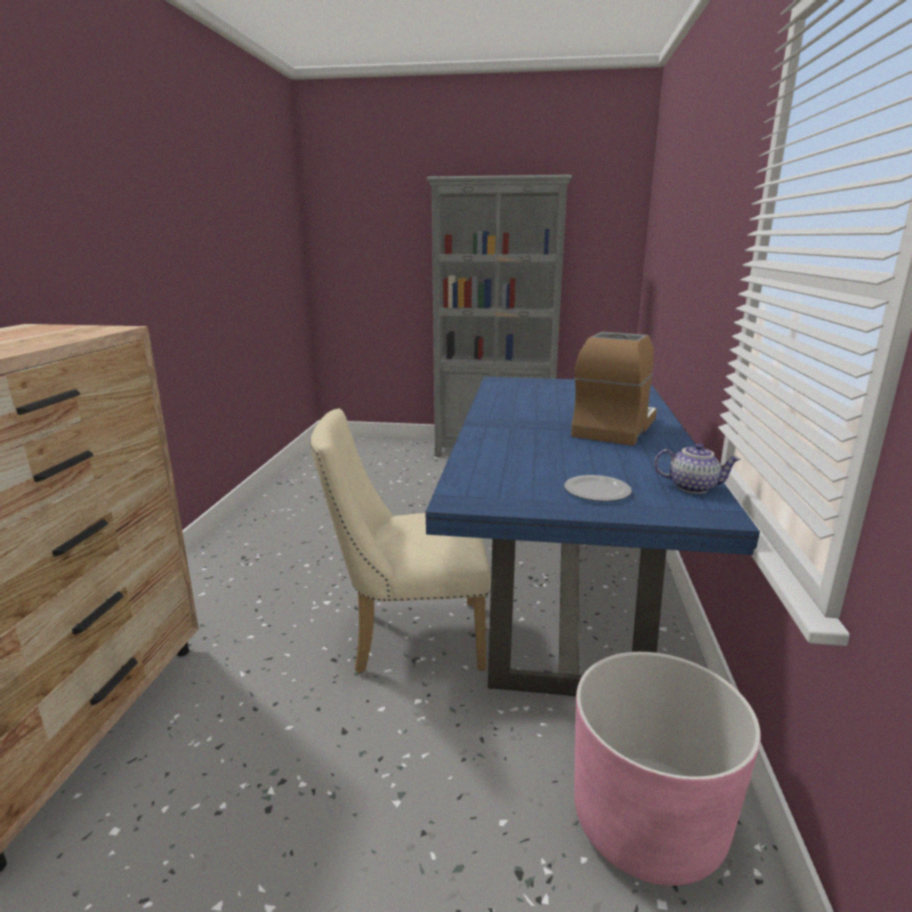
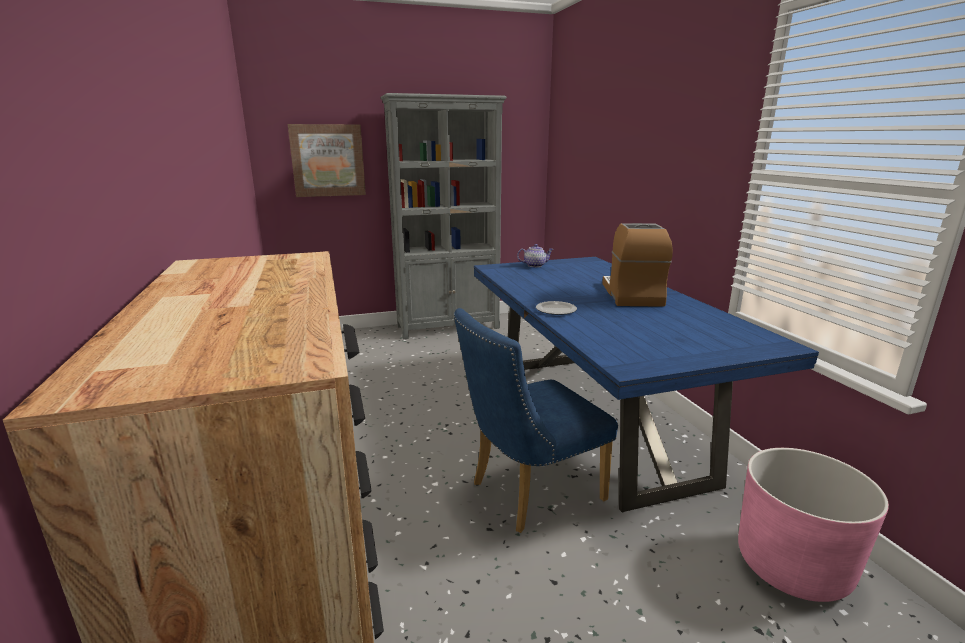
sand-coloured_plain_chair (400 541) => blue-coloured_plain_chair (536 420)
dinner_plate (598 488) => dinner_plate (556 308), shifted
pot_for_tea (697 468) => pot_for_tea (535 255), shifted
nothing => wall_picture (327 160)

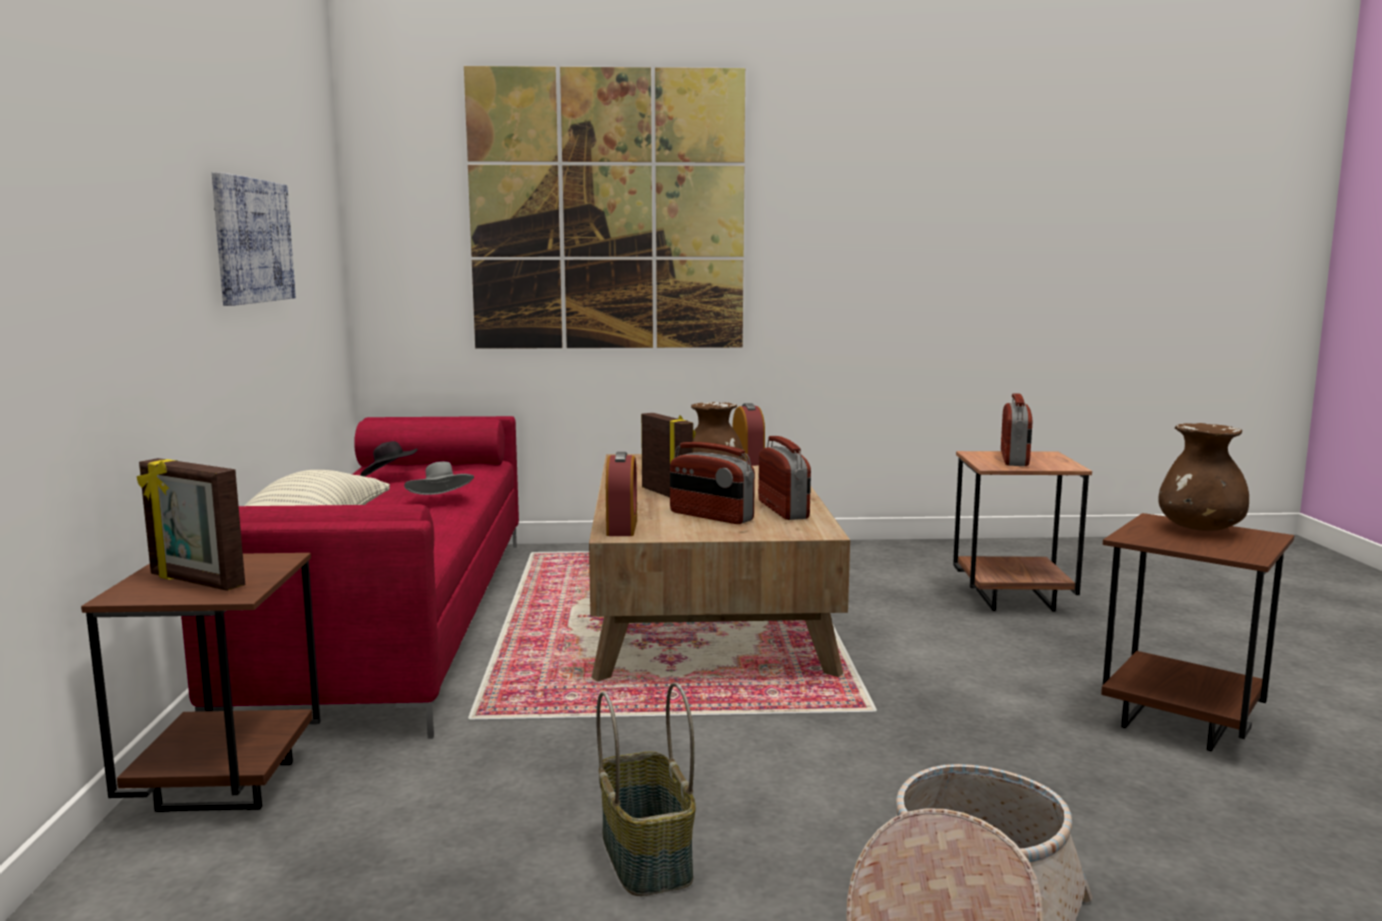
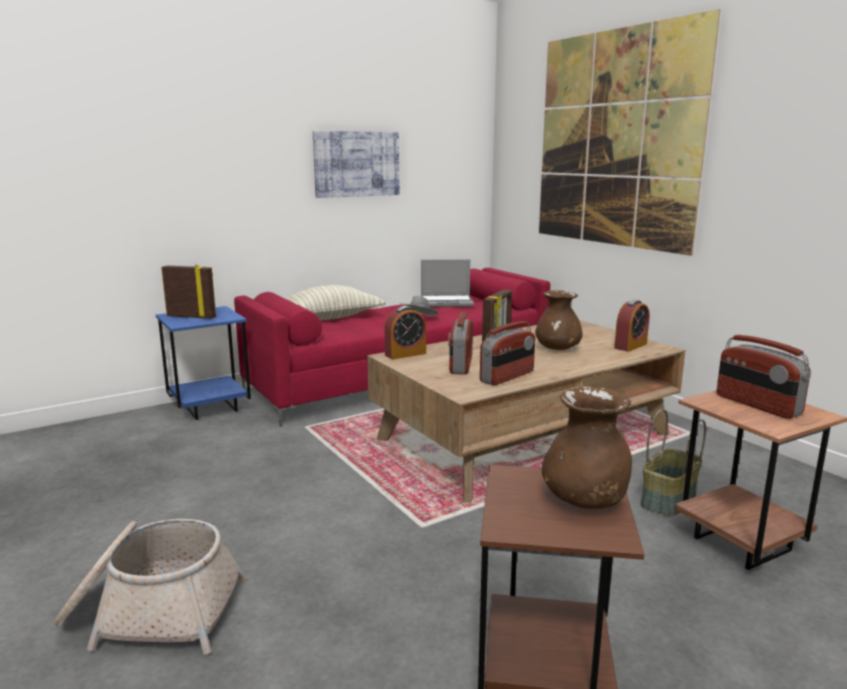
brown_end_table (201 682) => blue-coloured_end_table (203 363)
picture_frame (191 524) => picture_frame (188 291), 105 degrees clockwise
black_wearable_hat (389 459) => notebook_computer (447 283)
household_basket (646 789) => household_basket (673 463), shifted
radio_receiver (1016 429) => radio_receiver (764 377), 75 degrees clockwise

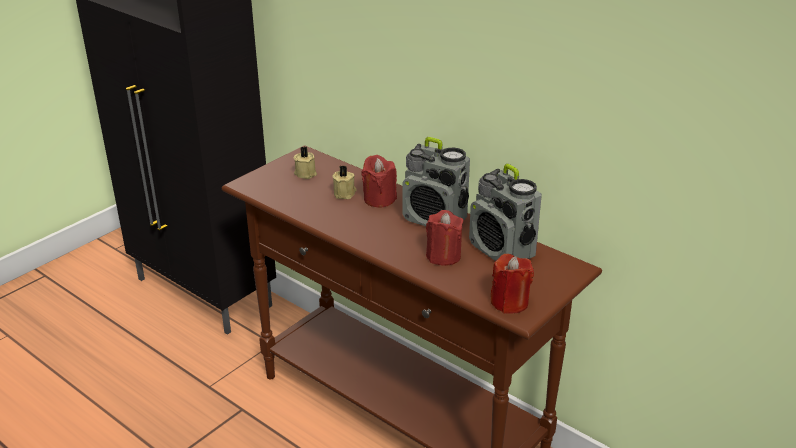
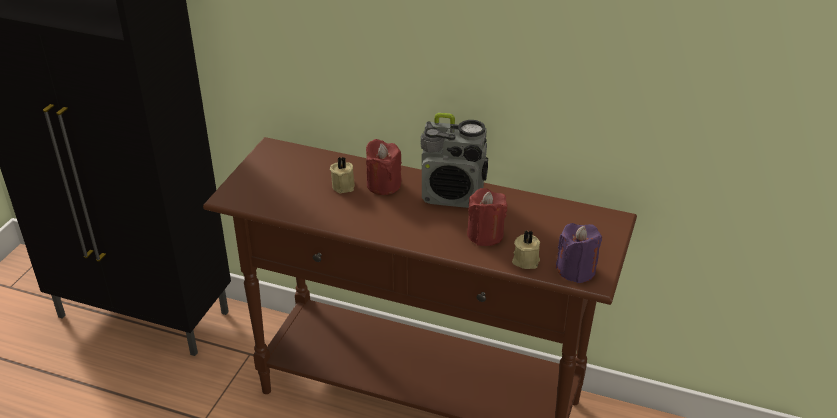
sand-coloured_wax_candle (305 163) => sand-coloured_wax_candle (526 250), shifted
radio_receiver (505 212) => nothing
red_wax_candle (512 284) => purplish_wax_candle (579 253)

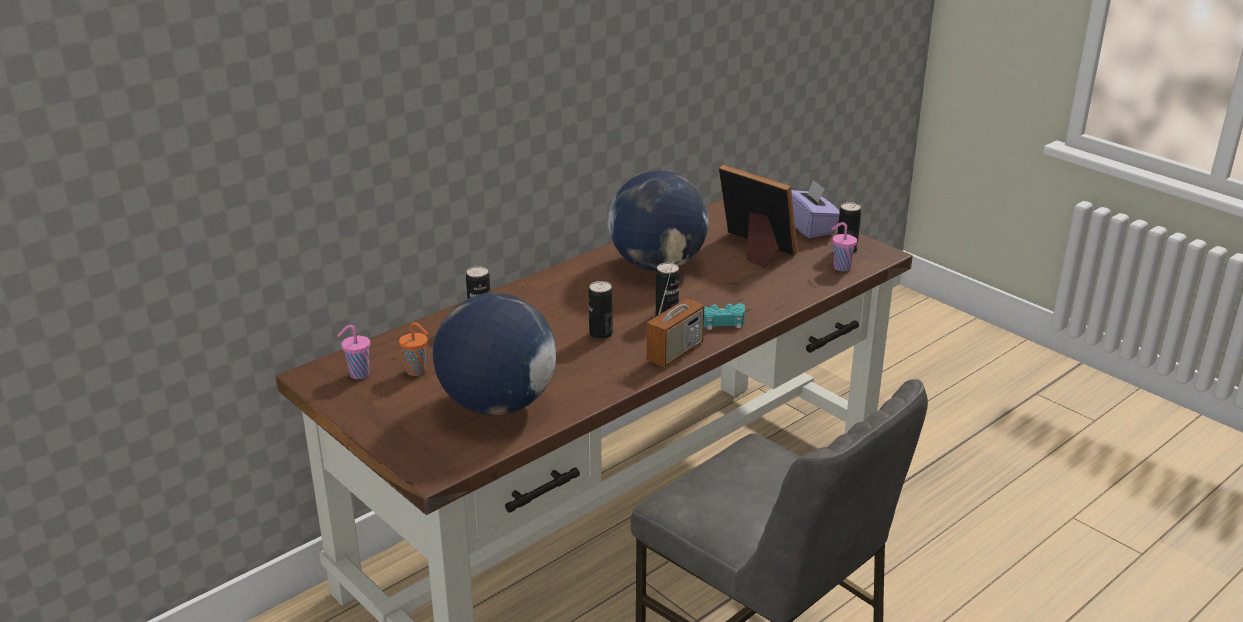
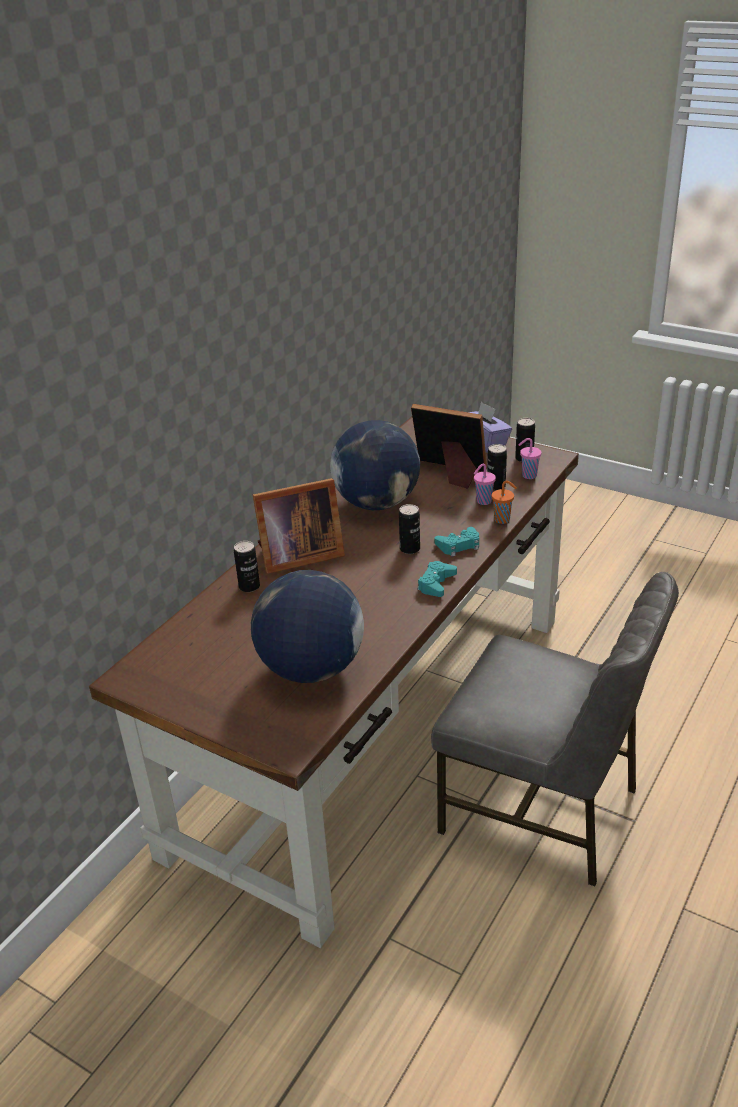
pink_cup (353 352) => pink_cup (485 484), shifted
orange_cup (413 349) => orange_cup (504 502), shifted
sealed_can (601 310) => sealed_can (497 467), shifted
radio_receiver (675 314) => turquoise-coloured_game_controller (437 579)
nothing => picture_frame (299 526)

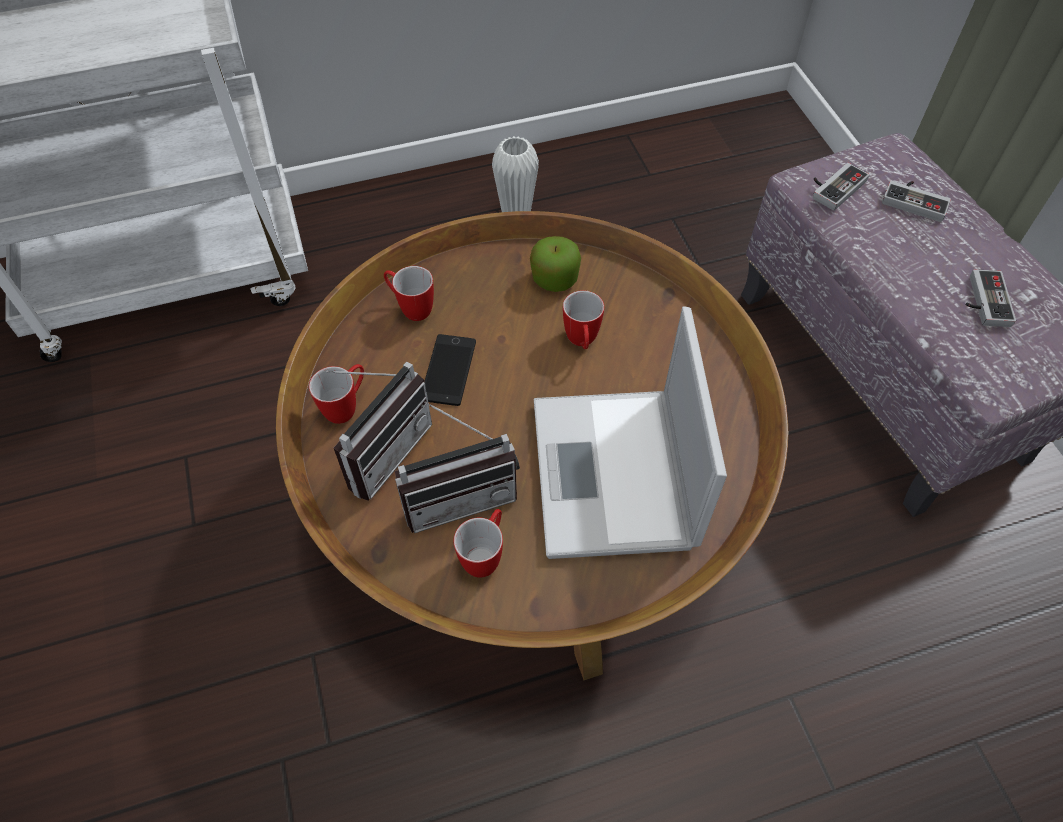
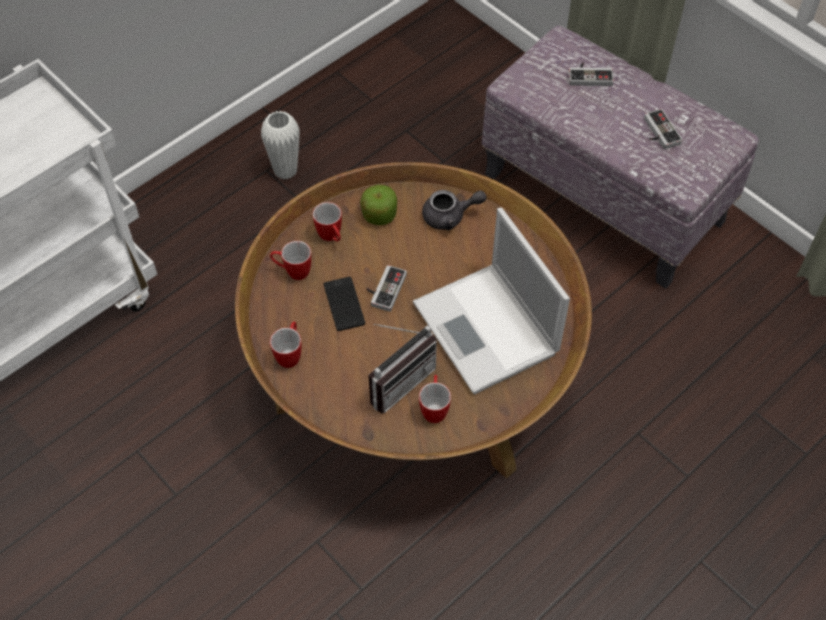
radio_receiver (379 431) => nothing
tea_mug (583 319) => tea_mug (327 222), shifted
game_controller (841 187) => game_controller (387 288), shifted
nothing => grey_pot_for_tea (454 210)

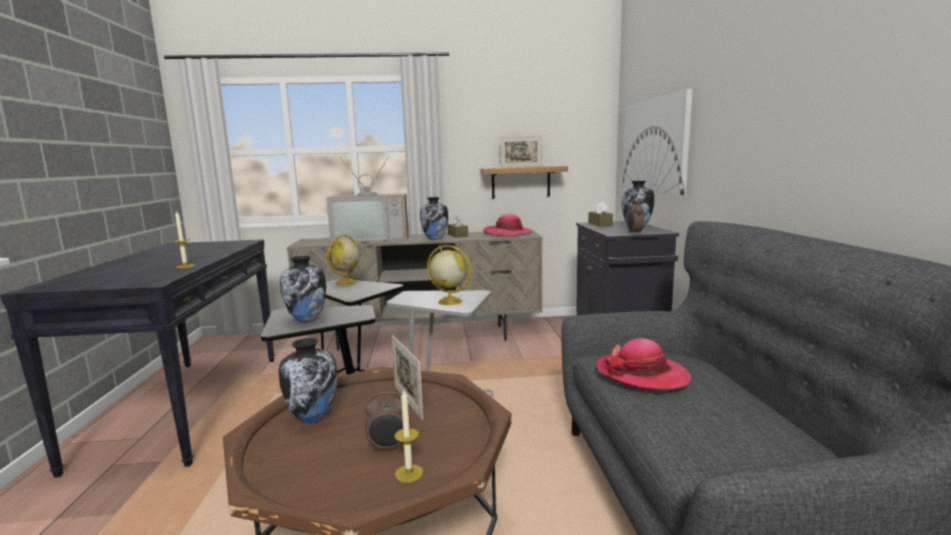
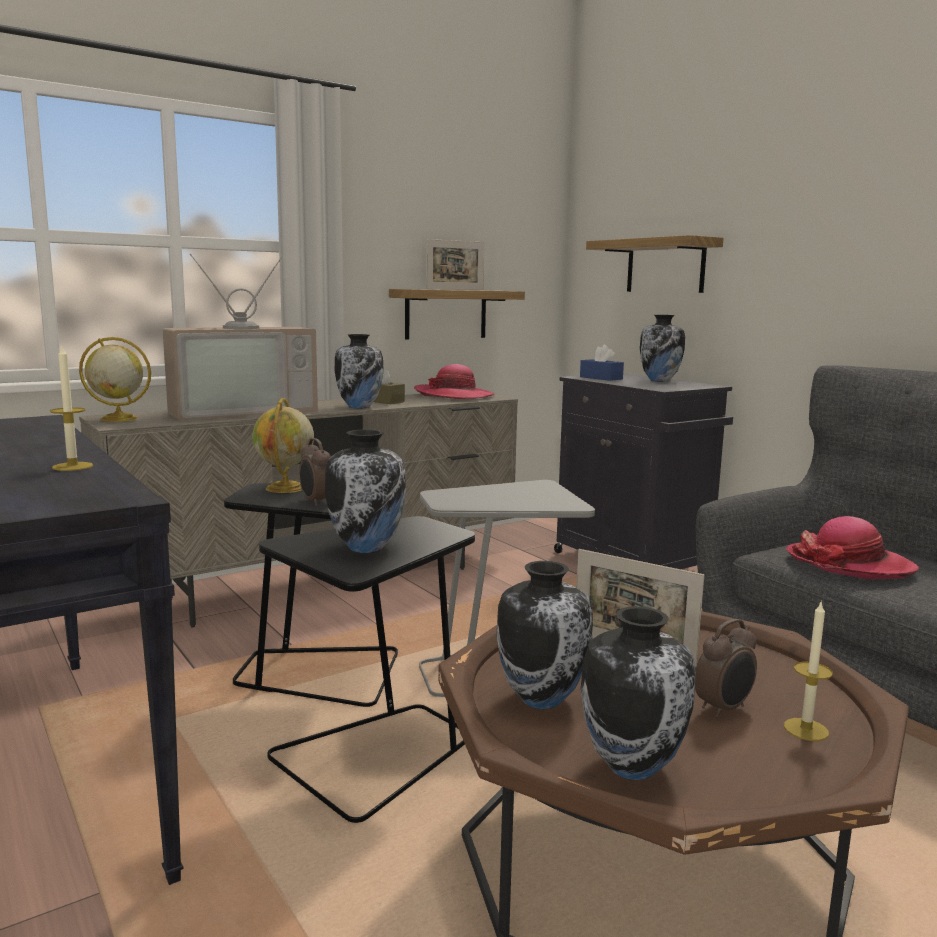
globe (449 275) => globe (115 379), shifted
brown_tissue_holder (600 214) => blue-coloured_tissue_holder (602 363)
wall_picture (658 142) => shelf (655 264)
table_clock (635 217) => table_clock (315 472), shifted
nothing => decorative_vase (638 693)

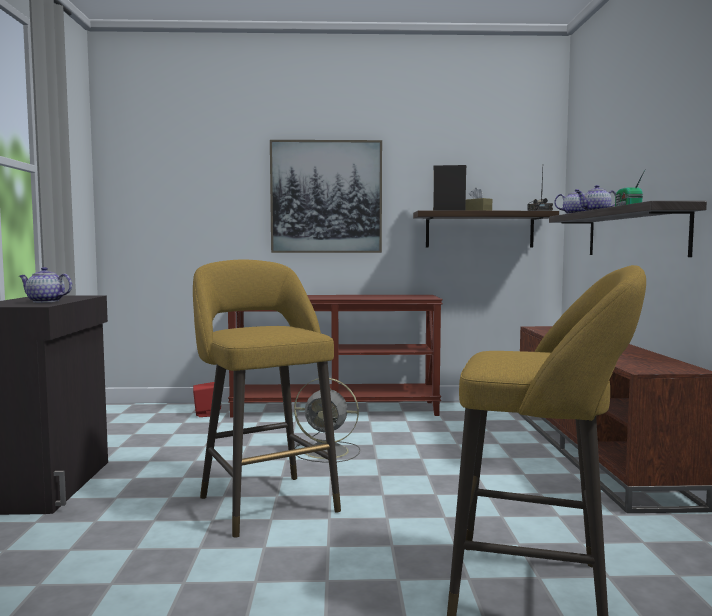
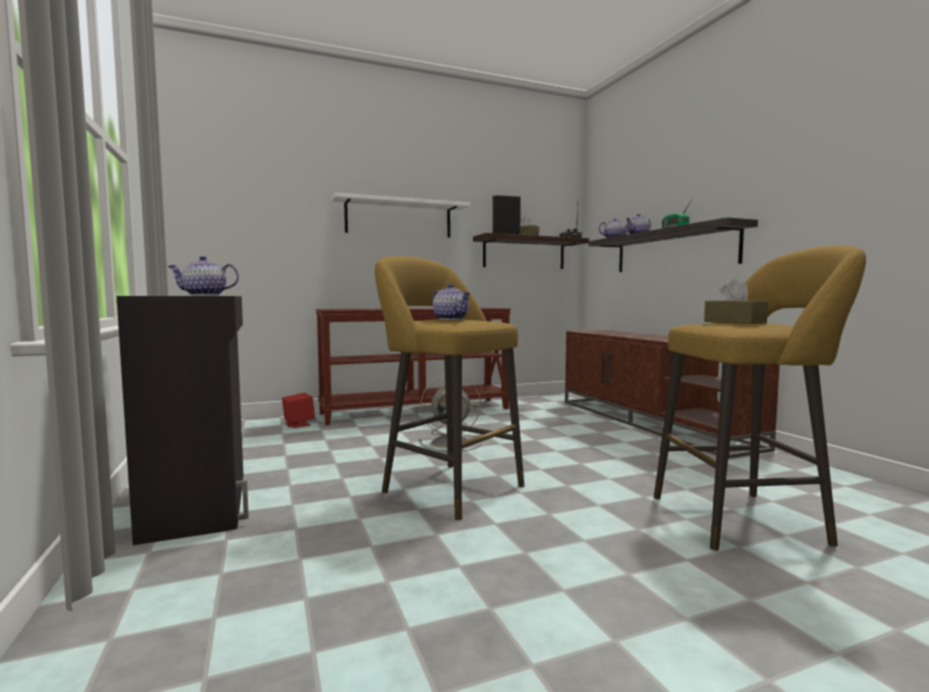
wall_picture (326 196) => white_shelf (400 215)
nothing => pot_for_tea (451 302)
nothing => brown_tissue_holder (736 301)

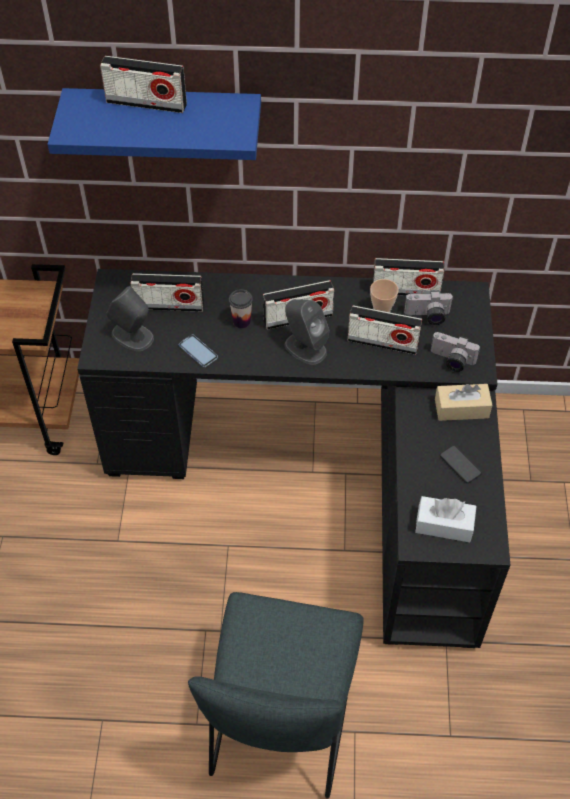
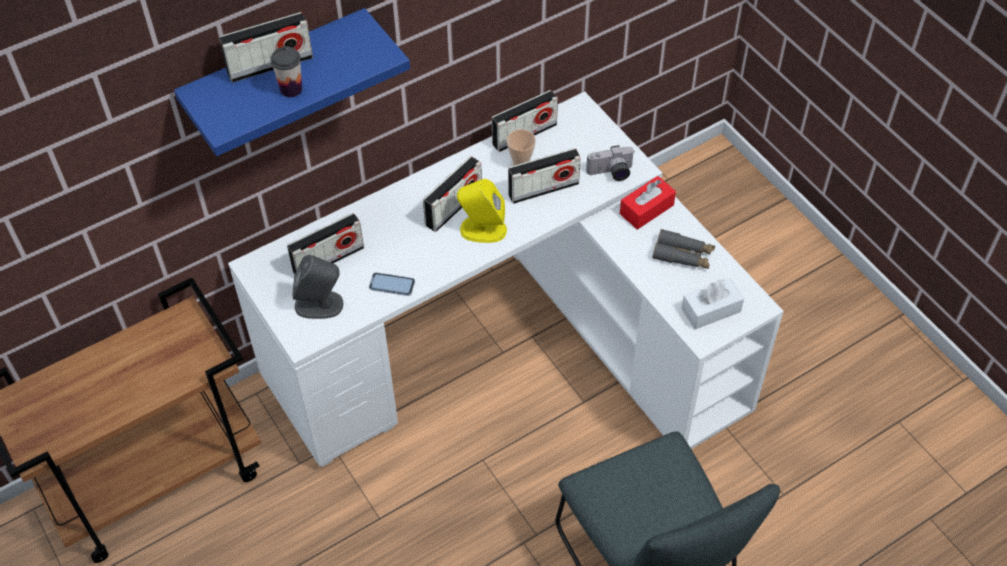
black_desk (293 458) => white_desk (506 279)
cup (241 308) => cup (286 71), shifted
grey_loudspeaker (307 332) => yellow_loudspeaker (482 211)
photo_camera (428 307) => nothing
sand-coloured_tissue_holder (463 402) => red_tissue_holder (648 203)
telephone (461 464) => grey_field_glasses (684 249)

